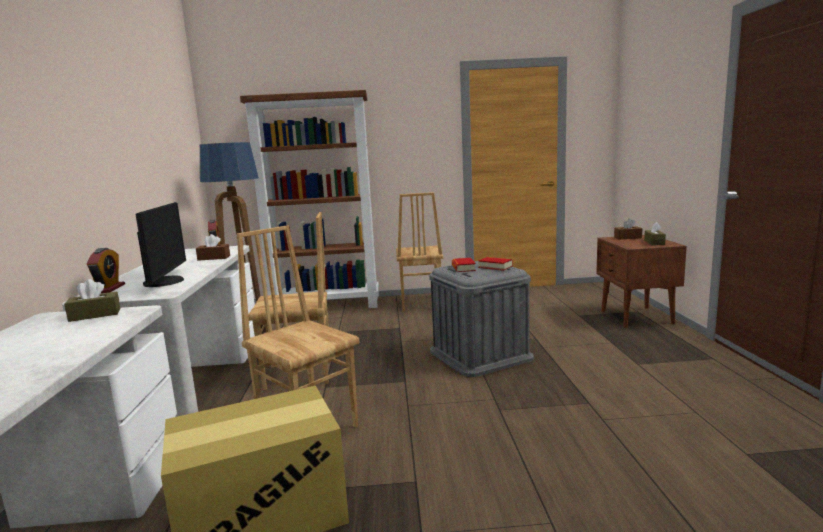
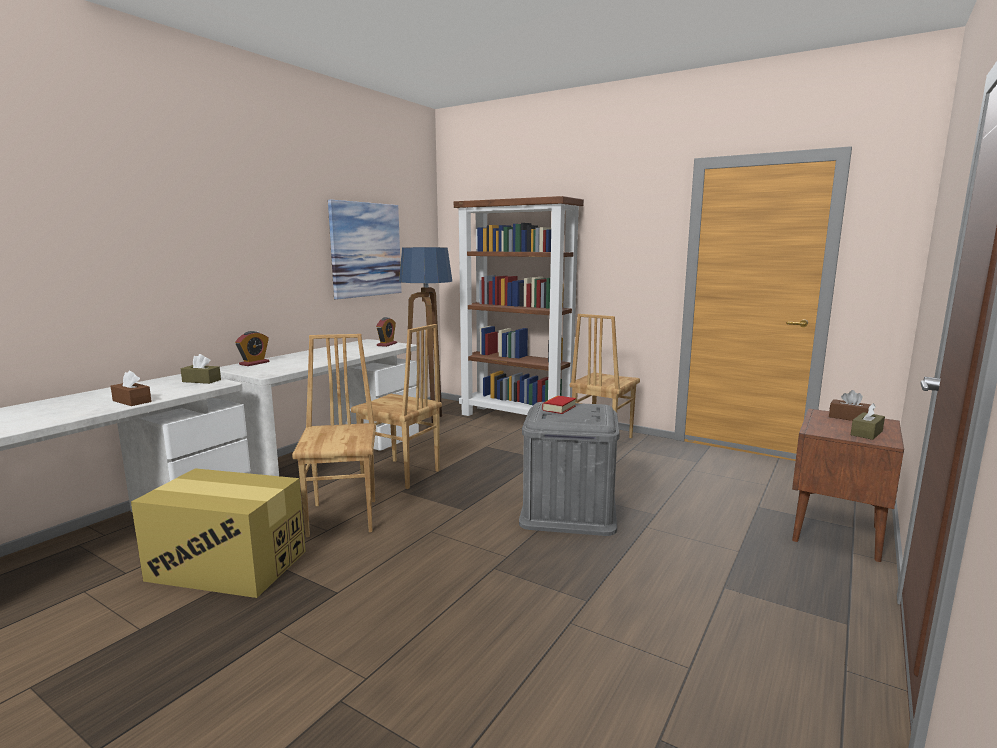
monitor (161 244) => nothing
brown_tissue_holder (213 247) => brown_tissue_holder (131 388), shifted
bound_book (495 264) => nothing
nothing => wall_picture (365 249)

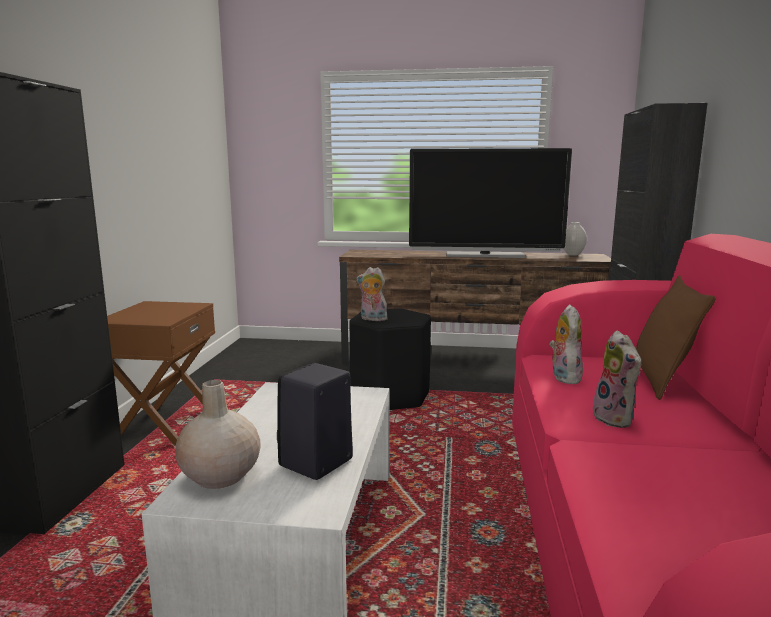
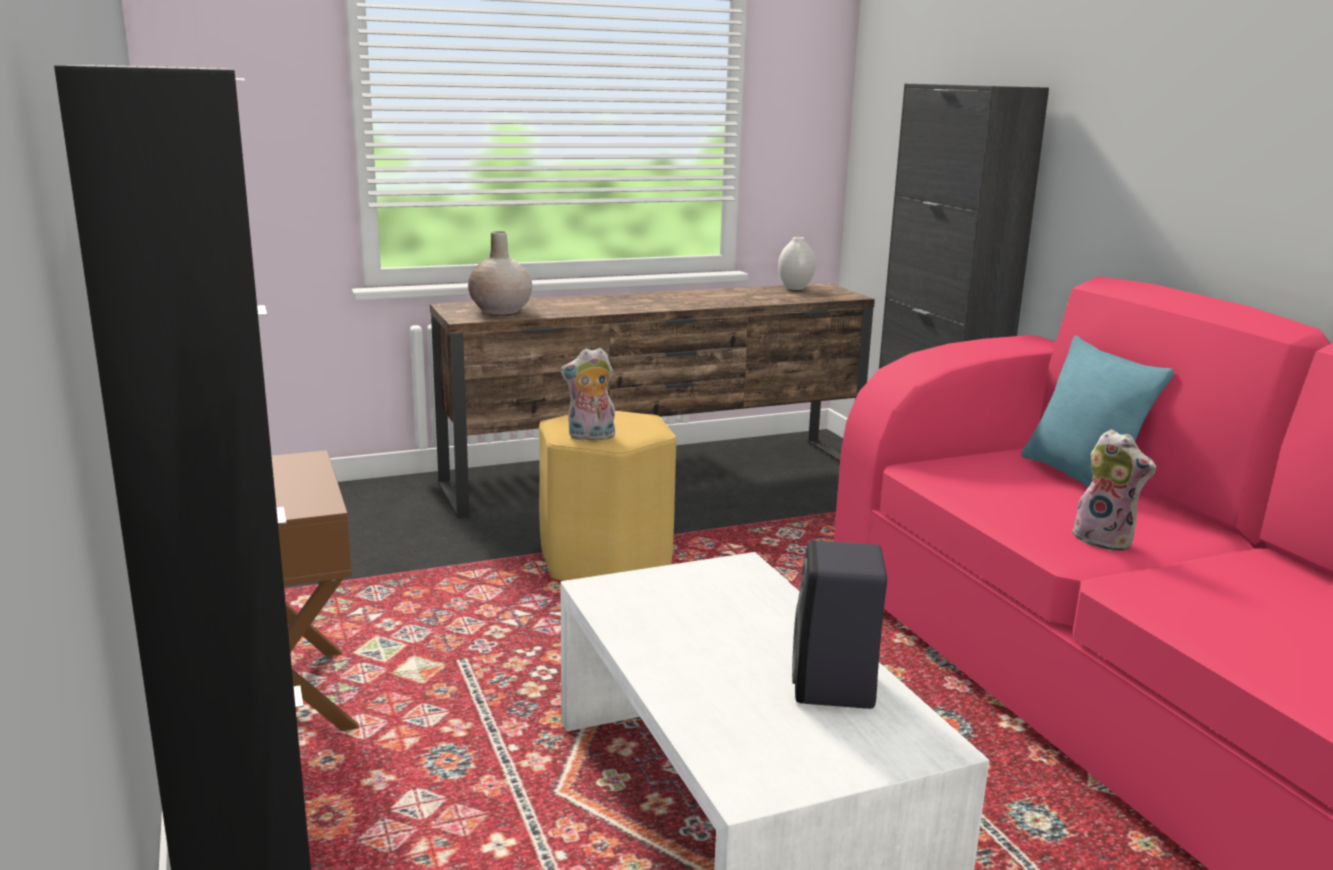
sand-coloured_decorative_vase (218 434) => sand-coloured_decorative_vase (500 273), shifted
black_stool (390 359) => yellow_stool (608 496)
TV_set (490 203) => nothing
cuddly_toy (566 344) => nothing
brown_throw_pillow (676 337) => turquoise-coloured_throw_pillow (1097 411)

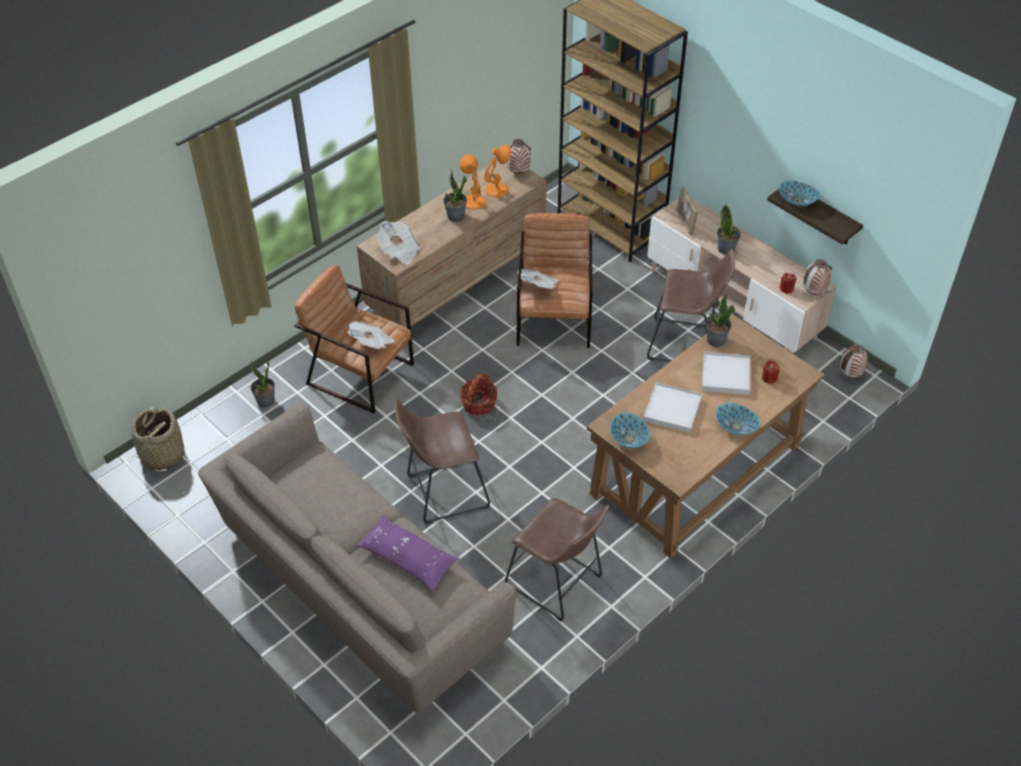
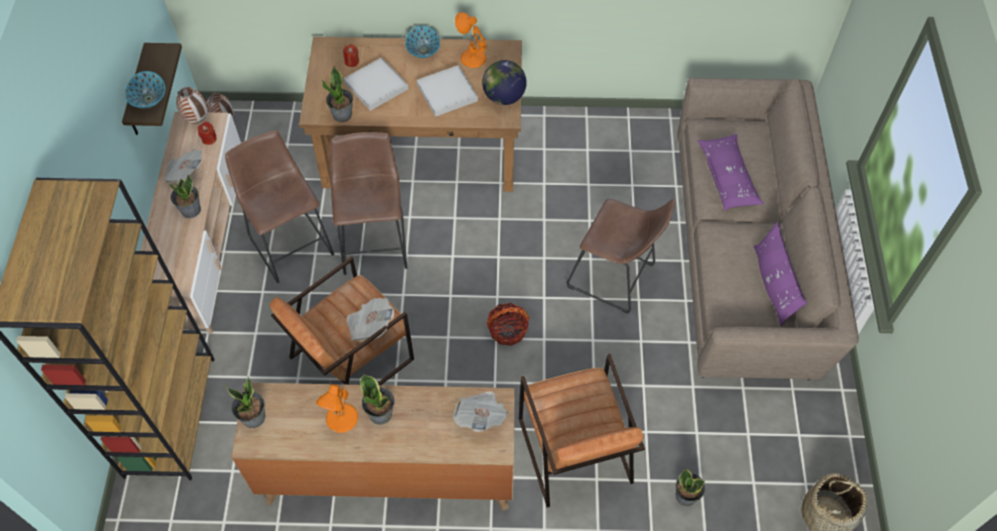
printed_paper (370 335) => printed_paper (183 166), shifted
orange_lamp_for_a_table (497 171) => orange_lamp_for_a_table (471 40), shifted
brown_stool (557 559) => brown_stool (369 203), shifted
decorative_vase (519 156) => potted_plant (245 402)
bowl (630 430) => globe (504 82)
picture_frame (687 211) => nothing
nothing => purplish_throw_pillow (780 274)

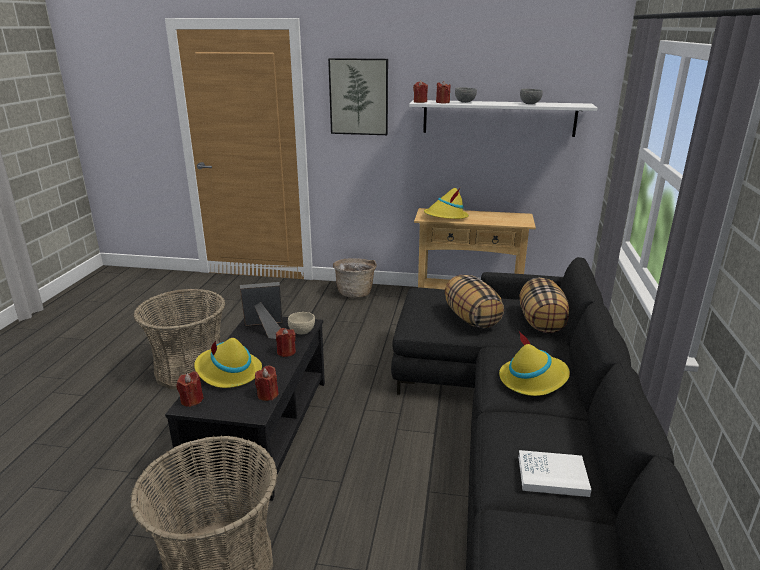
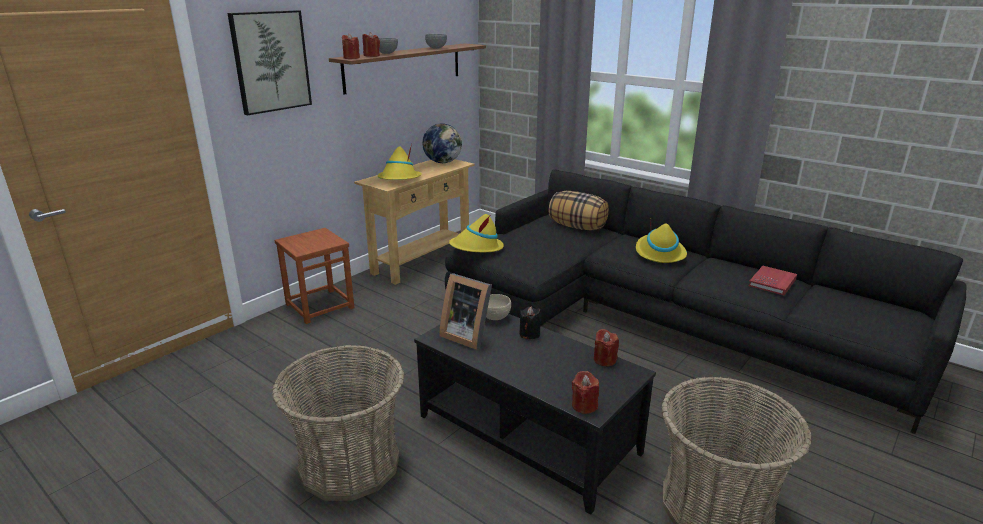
yellow_wearable_hat (228 363) => yellow_wearable_hat (476 233), shifted
picture_frame (261 310) => picture_frame (465 311), 75 degrees counterclockwise
red_wax_candle (286 342) => black_wax_candle (530 323)
household_basket (355 278) => brown_stool (315 276)
white_shelf (503 118) => brown_shelf (407 68)
throw_pillow (474 301) => nothing
white_bound_book (554 473) => red_bound_book (773 280)
nothing => globe (442 143)

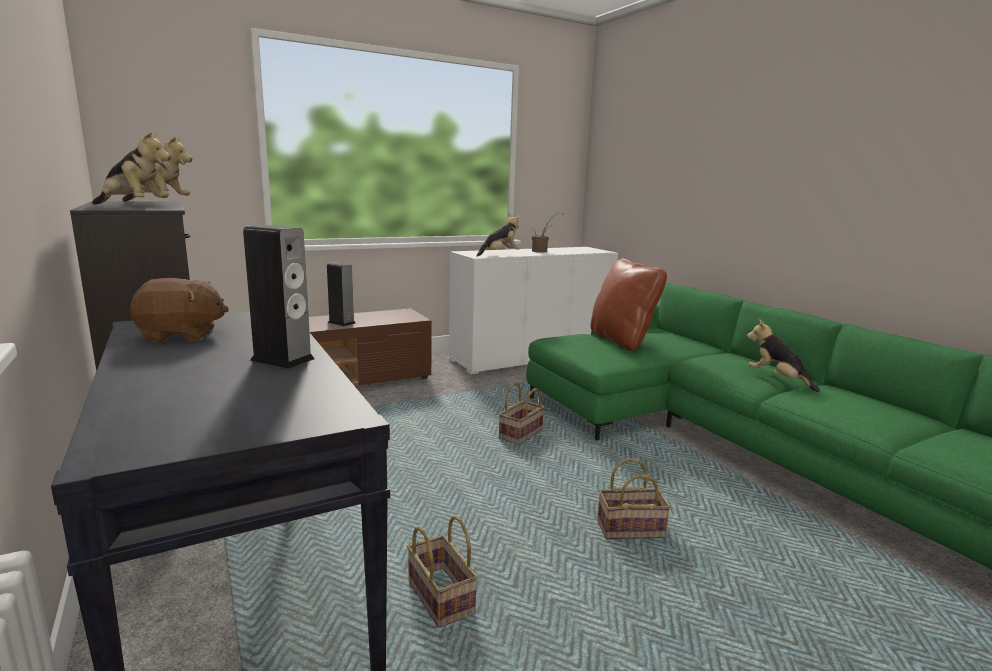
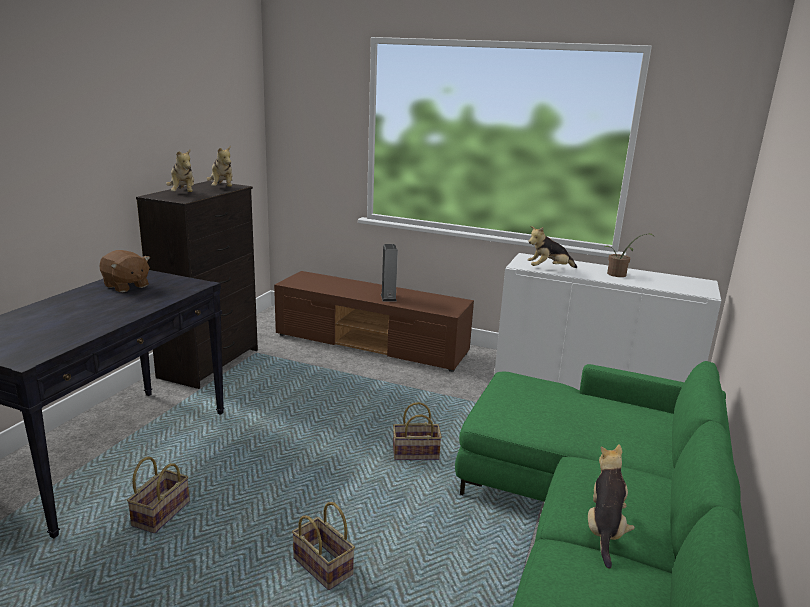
loudspeaker (279 297) => nothing
cuddly_toy (498 235) => cuddly_toy (552 247), 150 degrees clockwise
brown_throw_pillow (628 304) => nothing

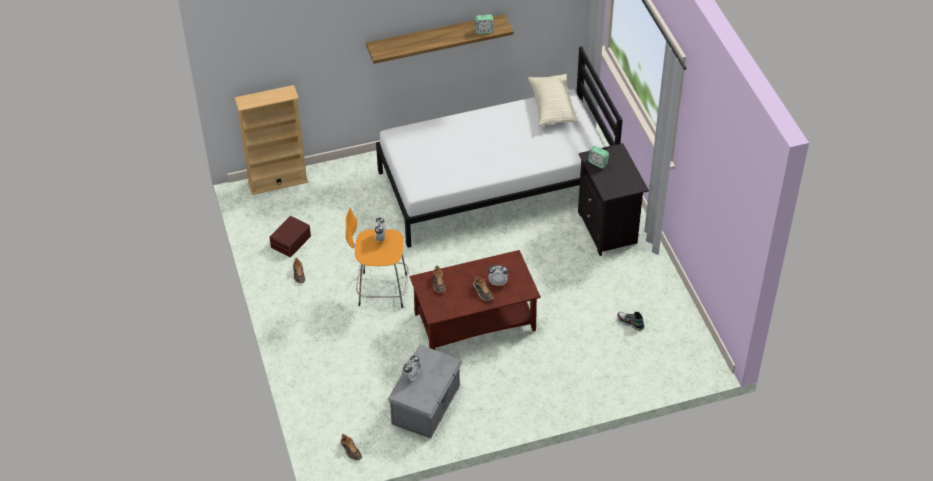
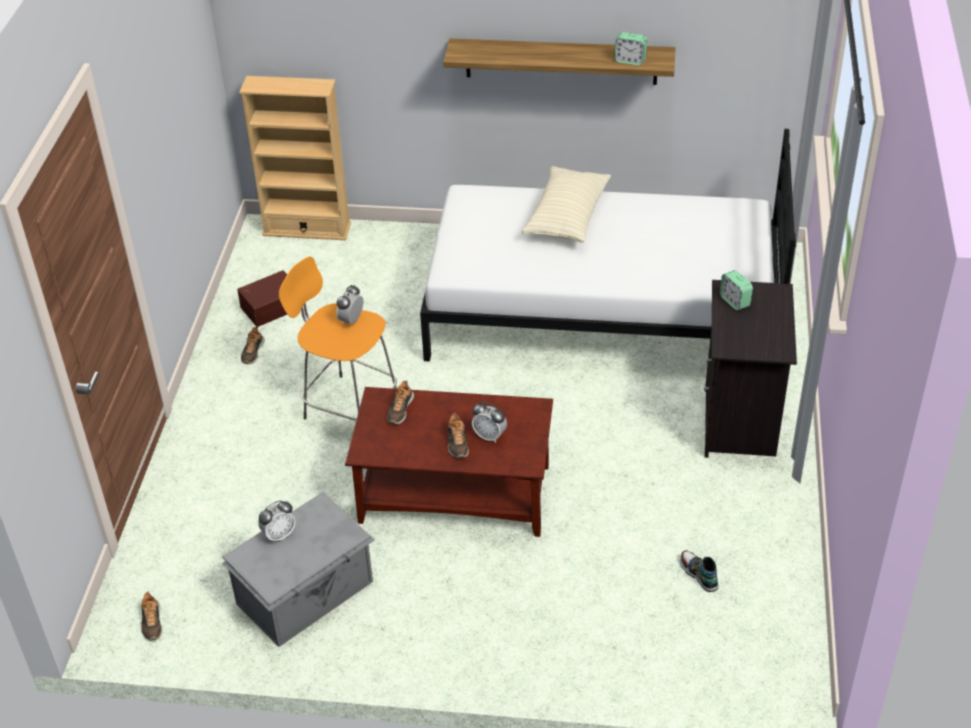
sand-coloured_throw_pillow (553 100) => sand-coloured_throw_pillow (566 204), shifted

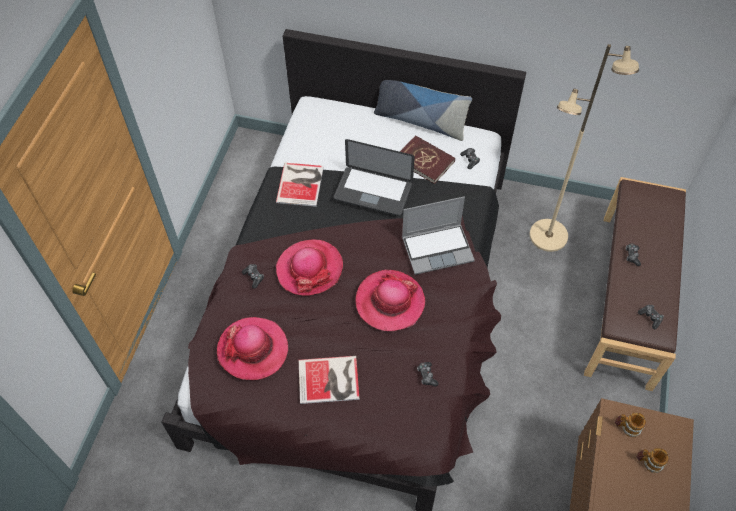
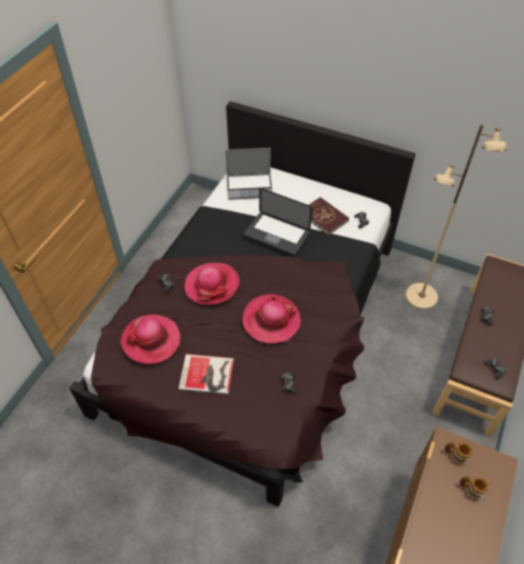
bound_book (300 185) => nothing
throw_pillow (423 110) => nothing
notebook_computer (438 236) => notebook_computer (249 174), shifted

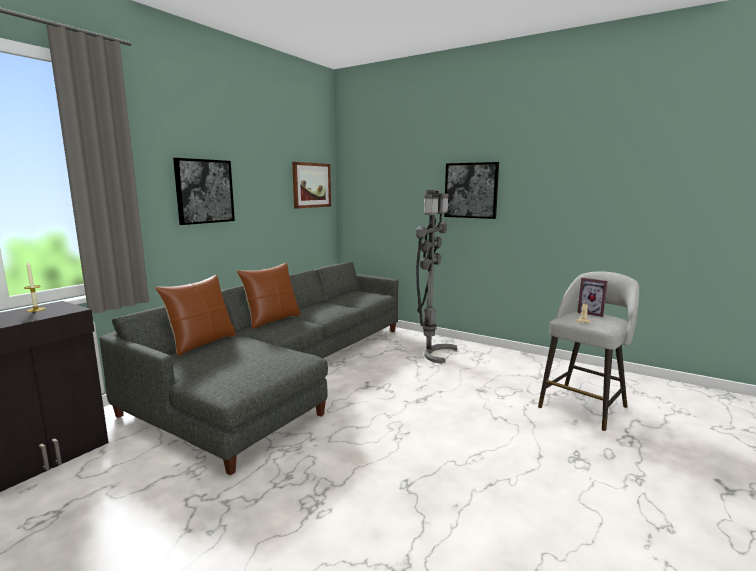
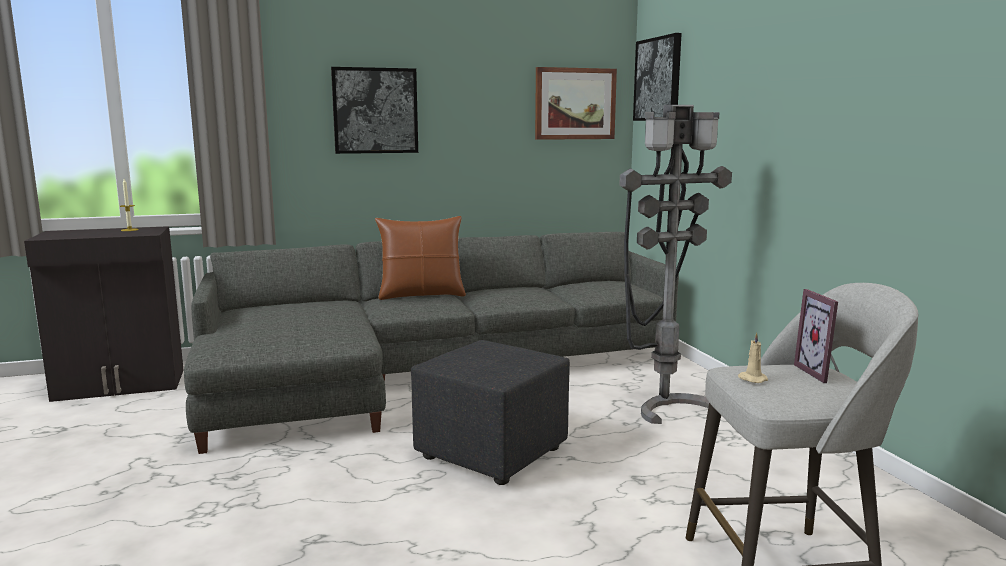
brown_throw_pillow (195 315) => nothing
wall_picture (471 190) => wall_picture (657 77), shifted
nothing => black_ottoman (490 412)

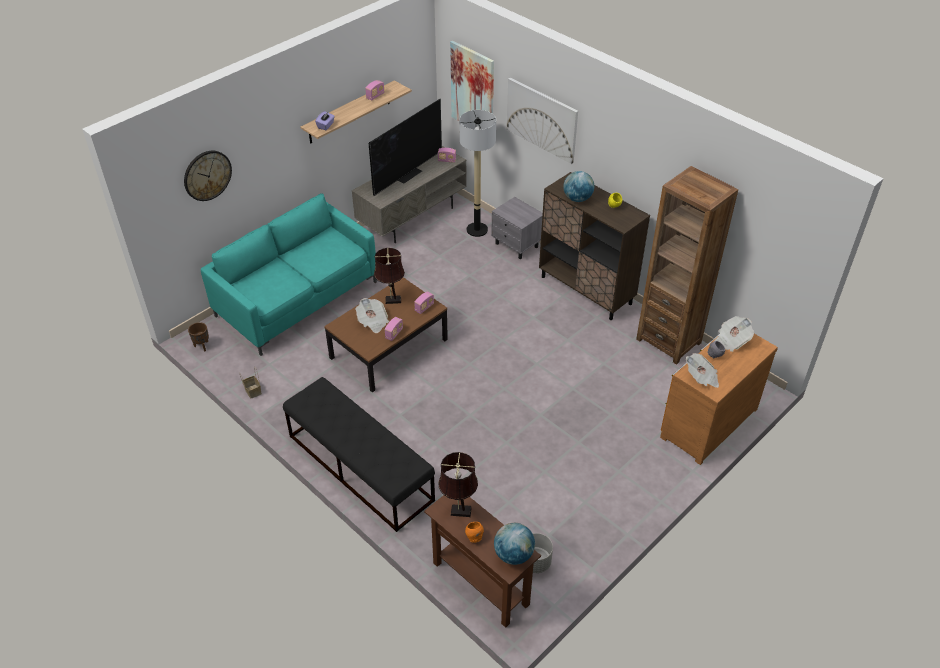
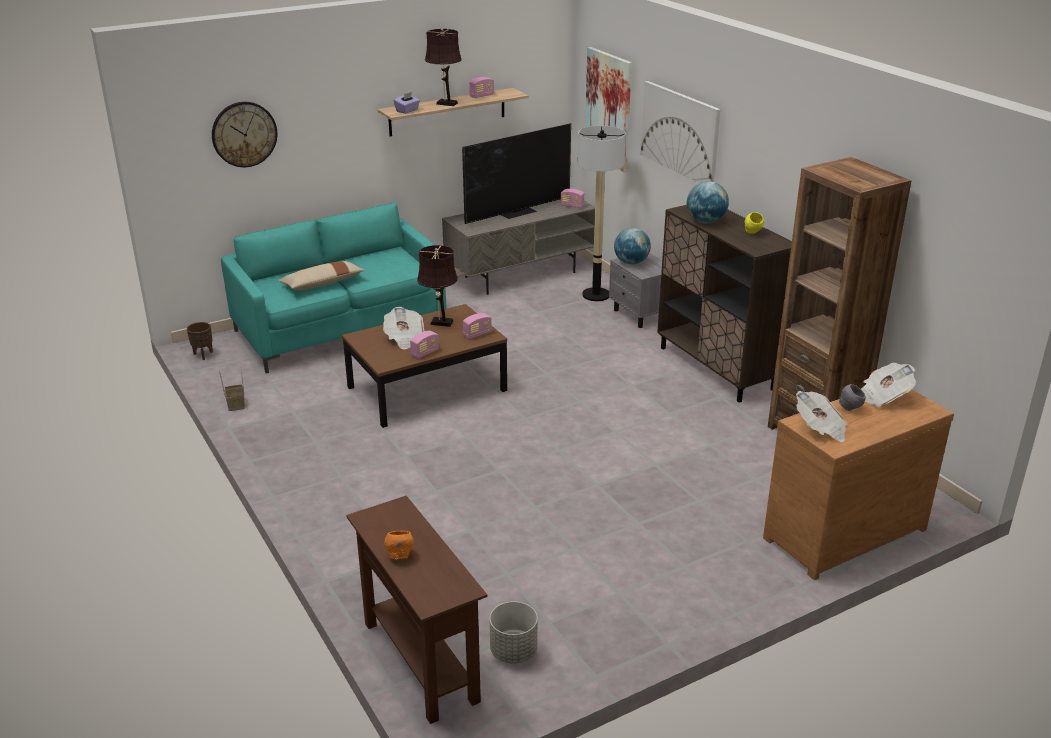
black_bench (359 454) => nothing
brown_lamp_for_a_table (458 484) => brown_lamp_for_a_table (443 67), shifted
globe (514 544) => globe (632 246), shifted
nothing => sand-coloured_throw_pillow (321 275)

